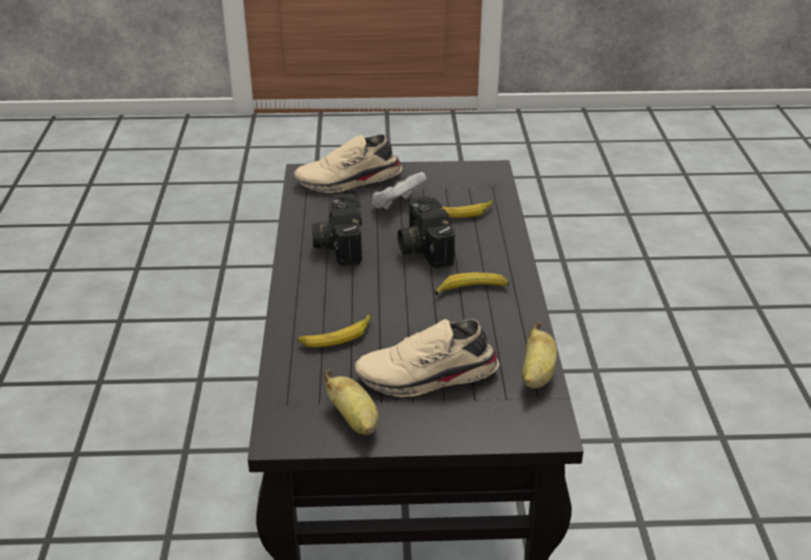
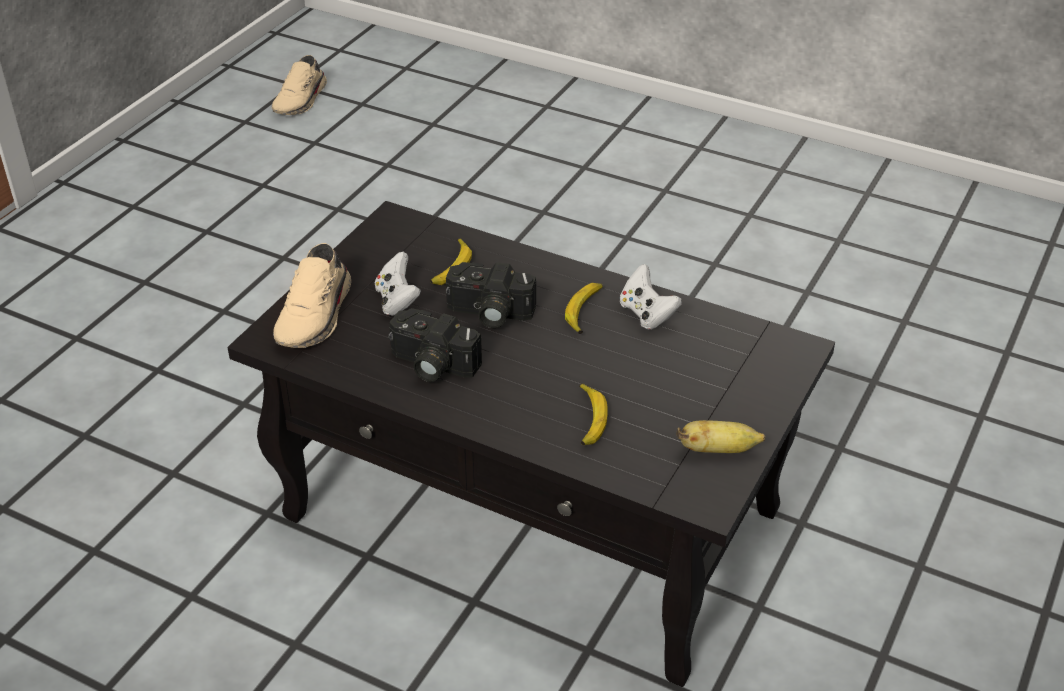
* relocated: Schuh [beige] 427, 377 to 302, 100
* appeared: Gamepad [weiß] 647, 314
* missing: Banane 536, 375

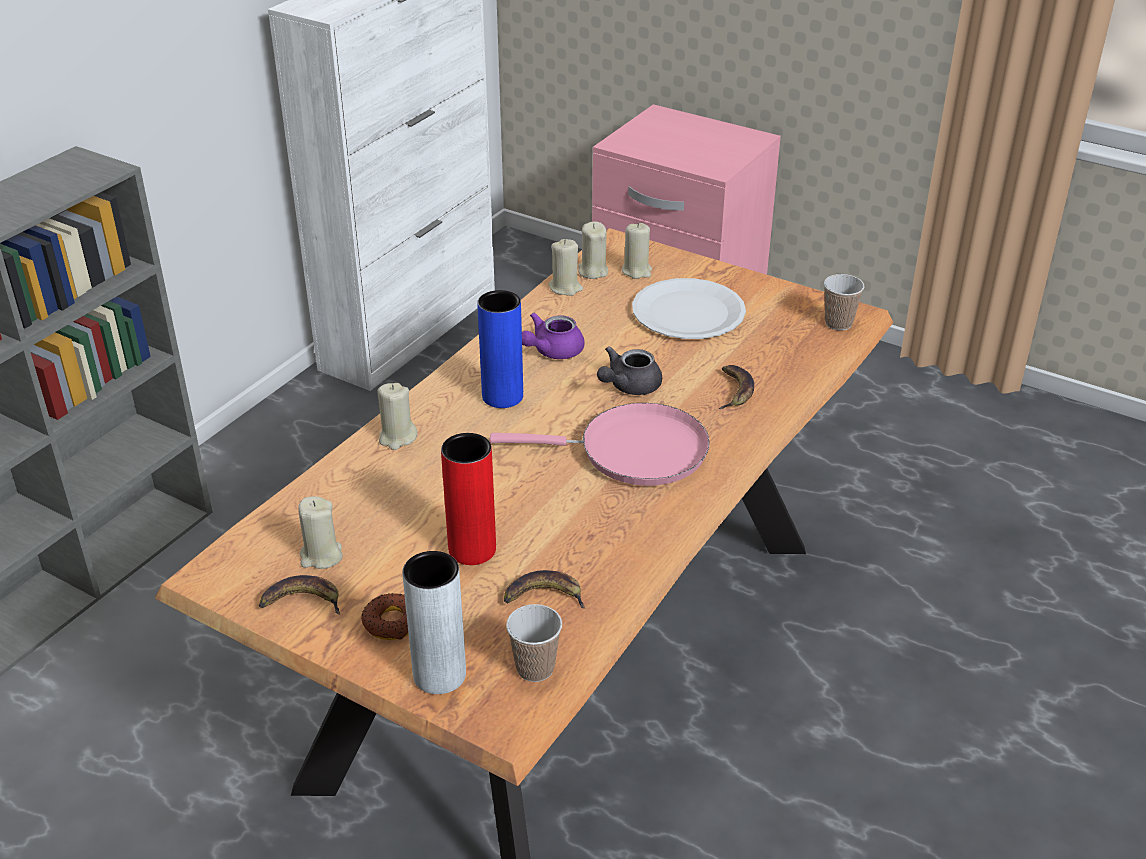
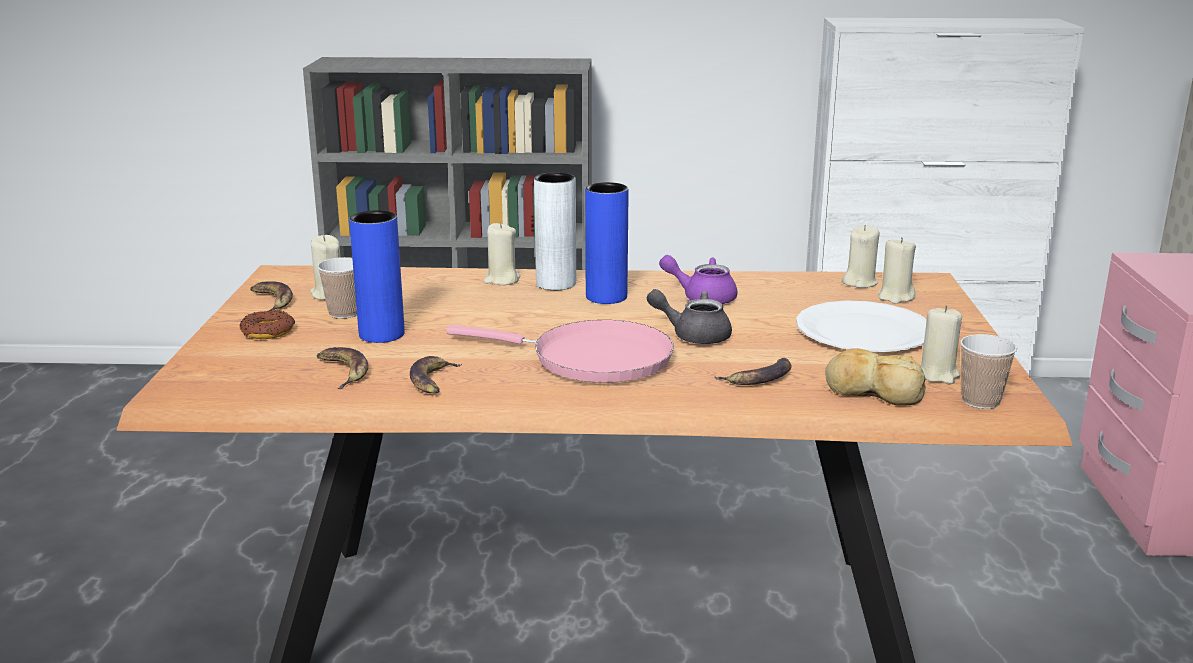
* relocated: Tasse 535, 668 to 344, 313
* colour: Vase [rot] 472, 550 to Vase [blau] 381, 334
* appeared: Banane 433, 381
* spun: Pfanne [rosa] 634, 451 = 592, 359 45 degrees counterclockwise
* relocated: Vase [grau] 439, 675 to 556, 284
* appeared: Brot 873, 391
* relocated: Kerze [beige] 565, 288 to 938, 374

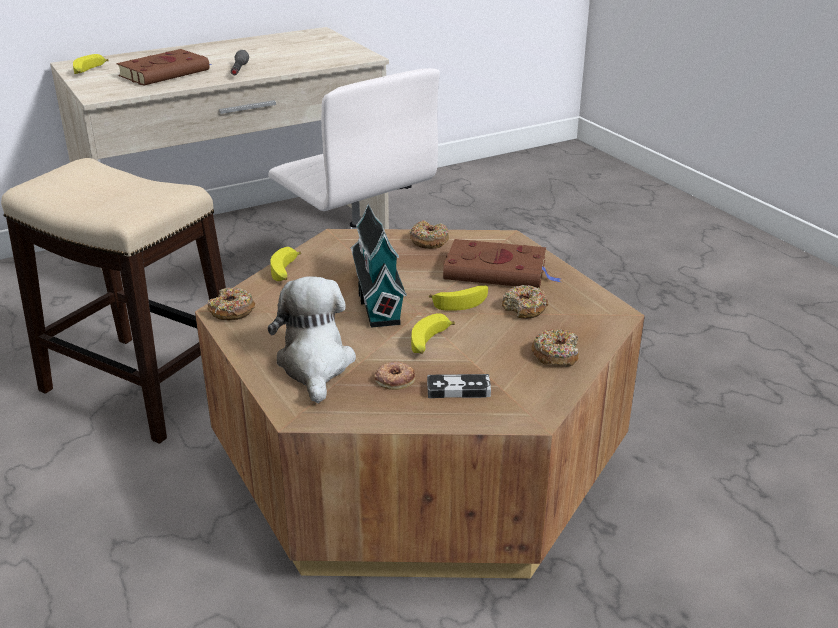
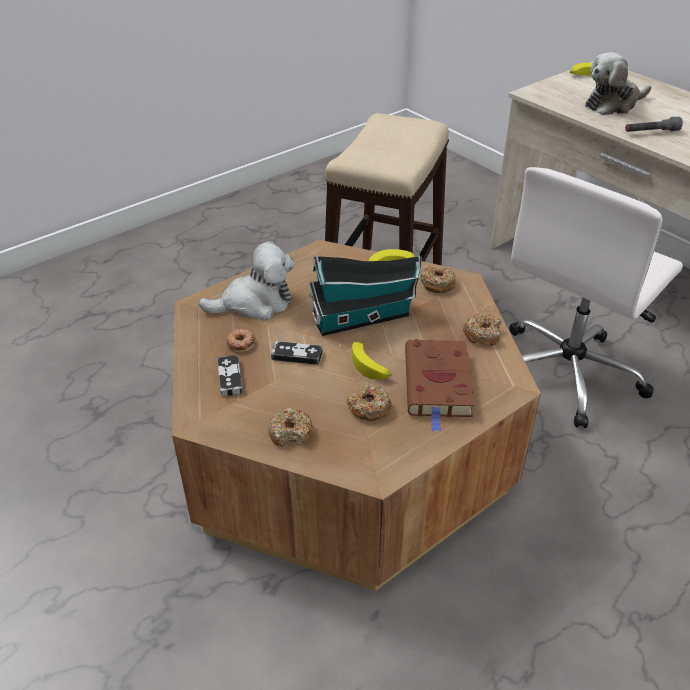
* exchanged: Banane 430, 343 to Gamepad 297, 355
* relocated: Donut 232, 311 to 437, 284
* exchanged: Buch [braun] 166, 73 to Plüschtier 613, 104

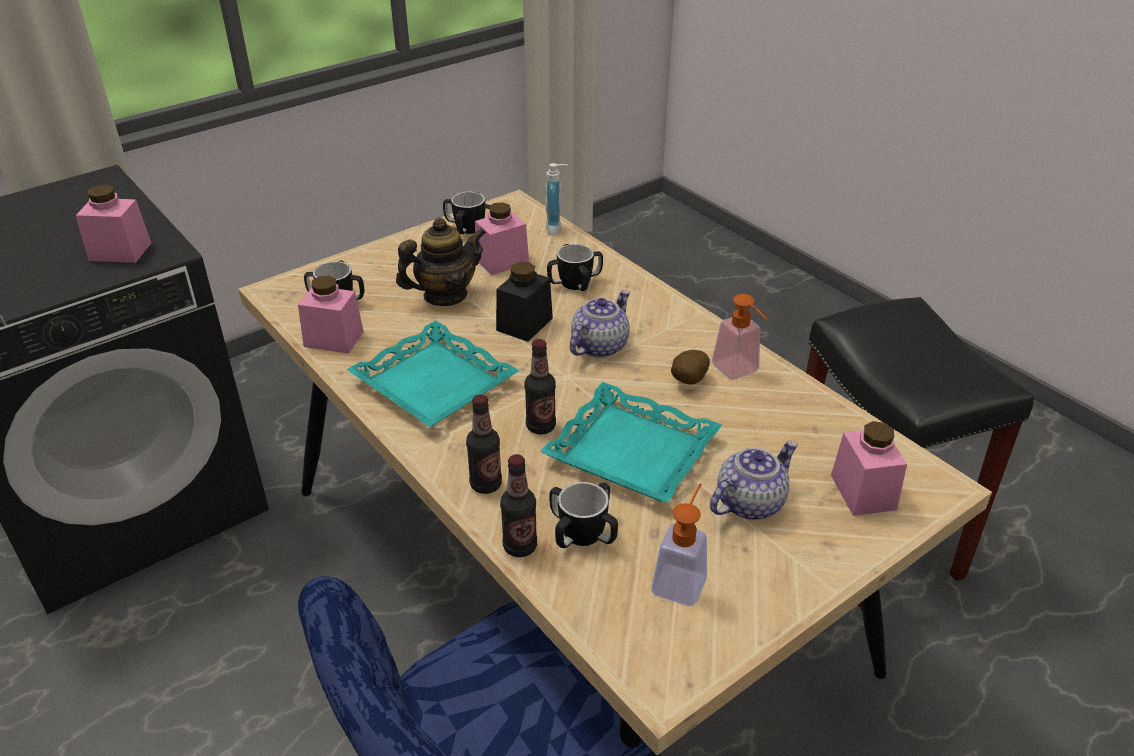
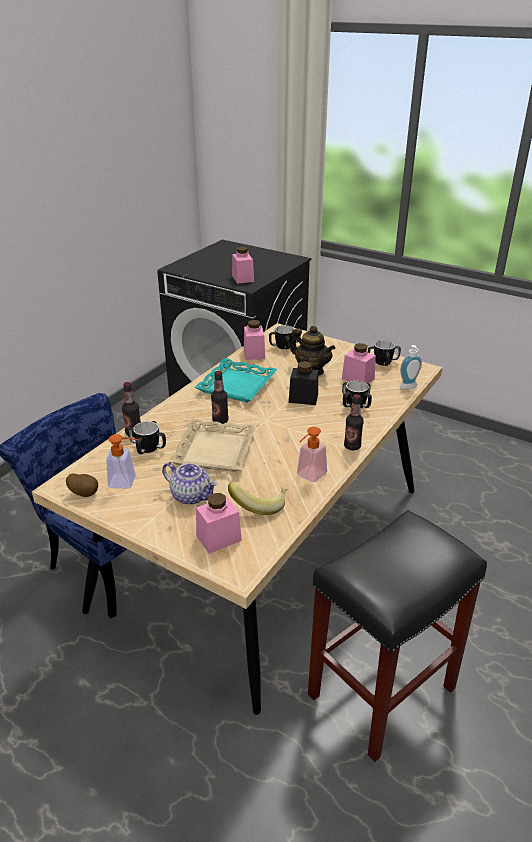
* relocated: Kartoffel 687, 381 to 85, 493
* colour: Tablett [türkis] 630, 452 to Tablett [beige] 214, 451
* appeared: Banane 259, 505
* relocated: Flasche 486, 484 to 352, 446
* missing: Teekanne 599, 345

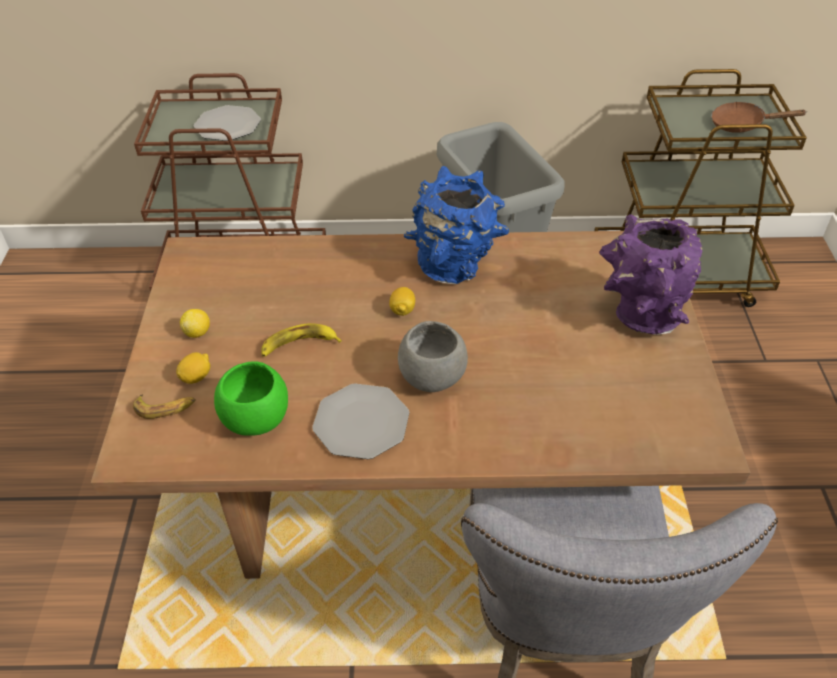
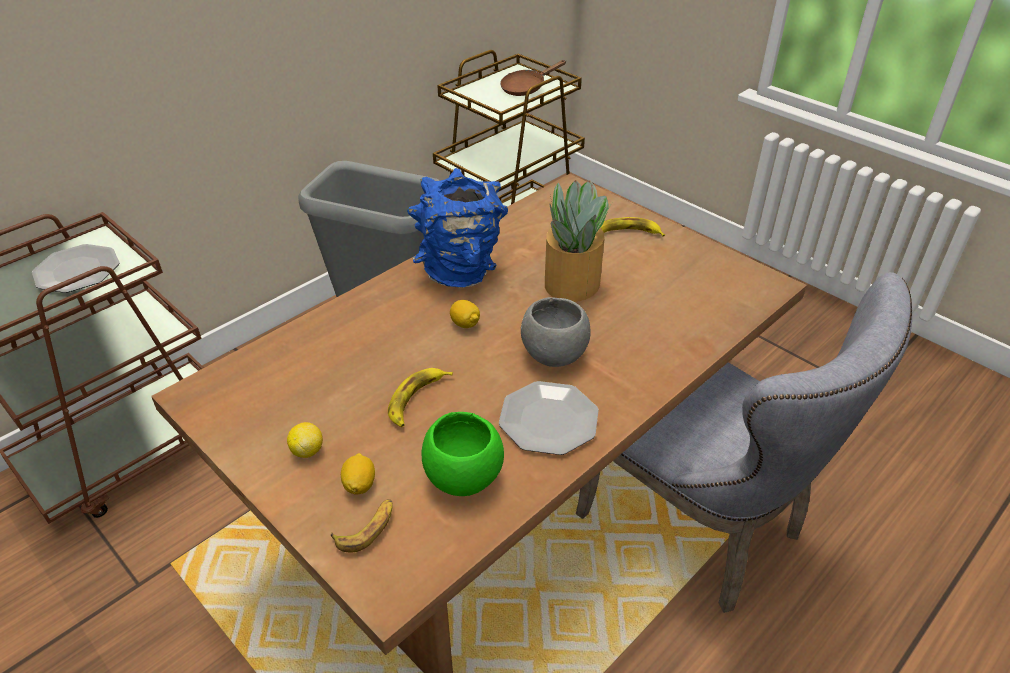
* appeared: Topfpflanze 571, 284
* exchanged: Vase [lila] 639, 315 to Banane 627, 233

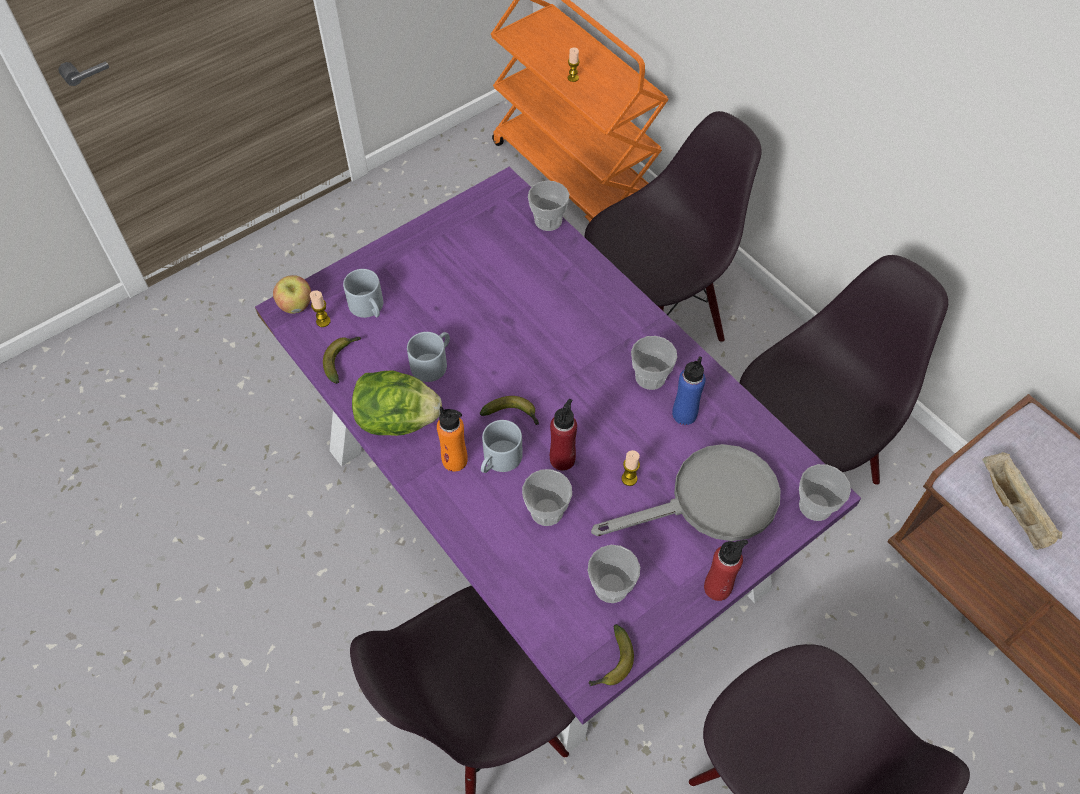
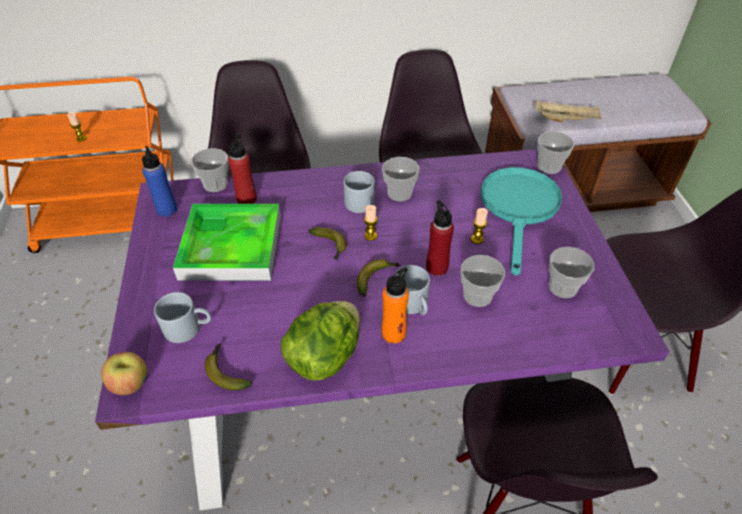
* relocated: Flasche [blau] 684, 414 to 167, 210
* appeared: Tablett 231, 246
* relocated: Flasche [rot] 717, 588 to 246, 199
* relocated: Banane 611, 663 to 330, 246
* relocated: Henkelbecher [grau] 432, 362 to 356, 199
* relocated: Kerze 323, 321 to 370, 236
* colour: Pfanne [grau] 710, 501 to Pfanne [türkis] 519, 209

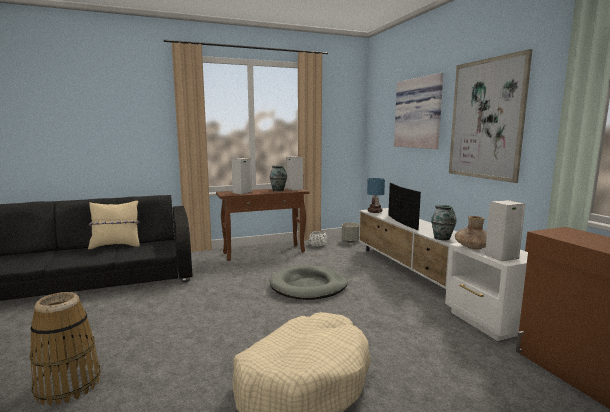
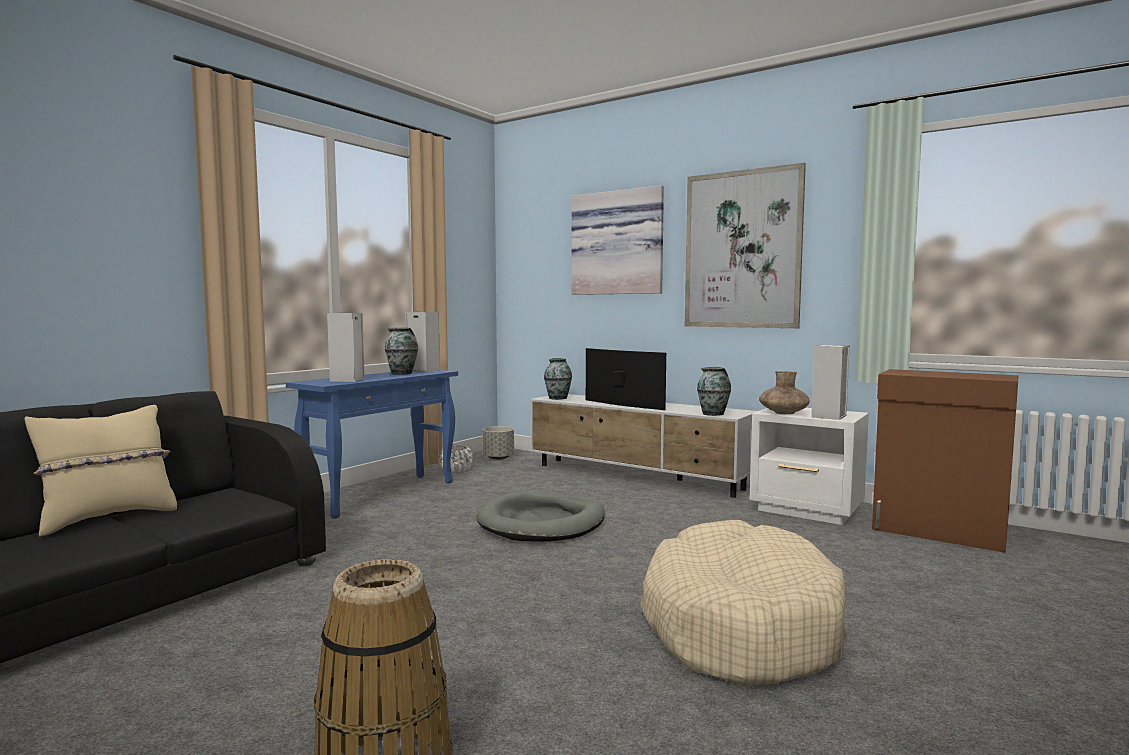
* colour: Konsolentisch [braun] 264, 252 to Konsolentisch [blau] 383, 495
* exchanged: Tischlampe 375, 212 to Vase 558, 398

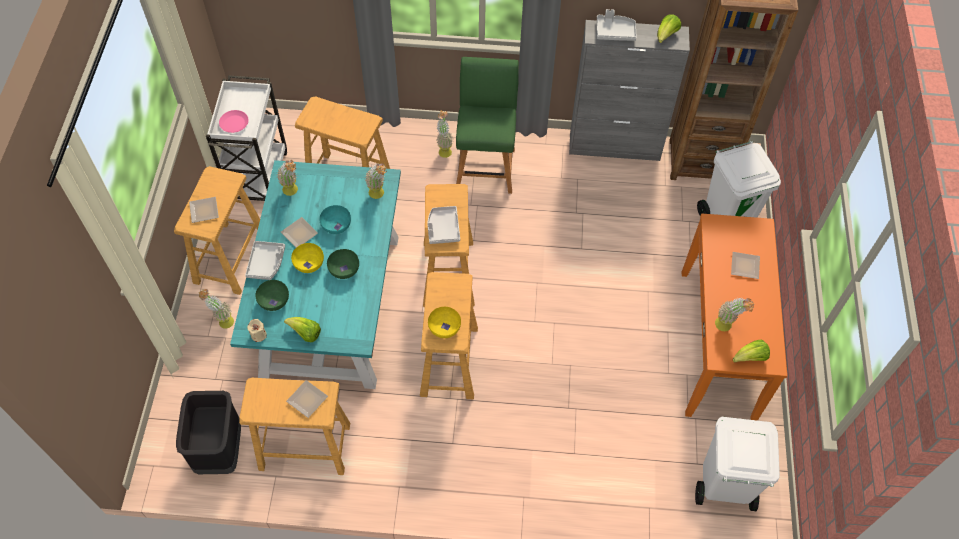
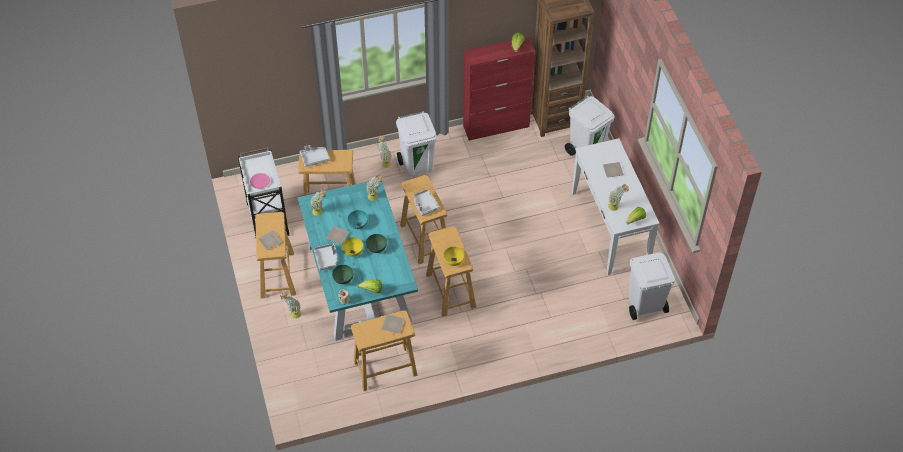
* relocated: Tablett [grau] 615, 32 to 314, 158
* exchanged: Stuhl [grün] 485, 166 to Mülleimer [weiß] 417, 165
* colour: Schrank [grau] 615, 146 to Schrank [rot] 496, 126
* colour: Konsolentisch [orange] 718, 343 to Konsolentisch [weiß] 610, 227
* missing: Mülleimer [schwarz] 221, 451

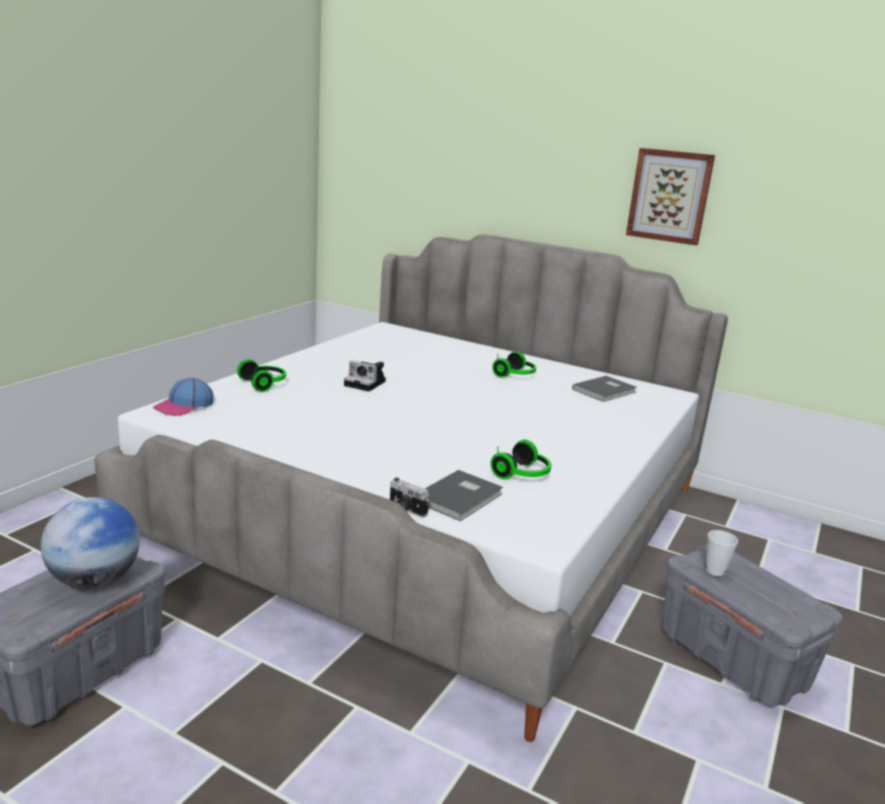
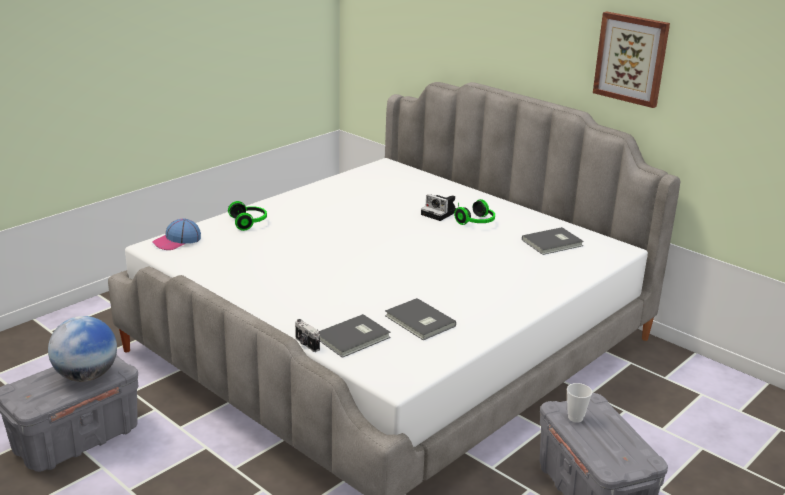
* exchanged: Kopfhörer 523, 475 to Buch [grau] 419, 322
* relocated: Kamera 366, 383 to 440, 213

